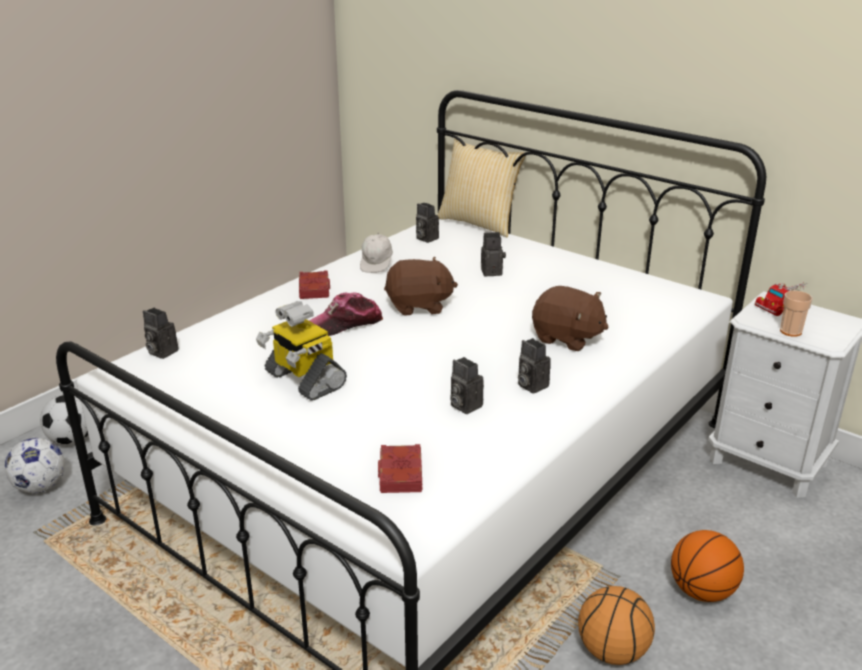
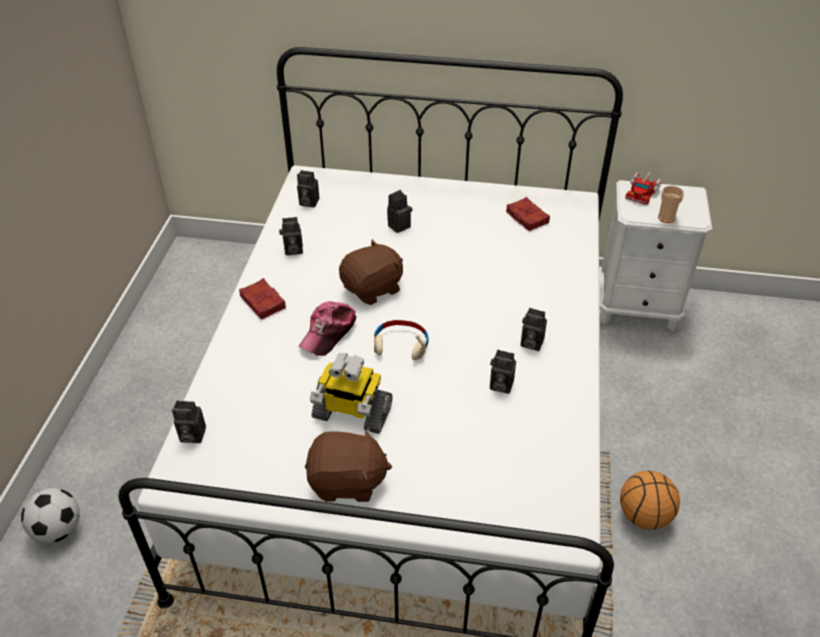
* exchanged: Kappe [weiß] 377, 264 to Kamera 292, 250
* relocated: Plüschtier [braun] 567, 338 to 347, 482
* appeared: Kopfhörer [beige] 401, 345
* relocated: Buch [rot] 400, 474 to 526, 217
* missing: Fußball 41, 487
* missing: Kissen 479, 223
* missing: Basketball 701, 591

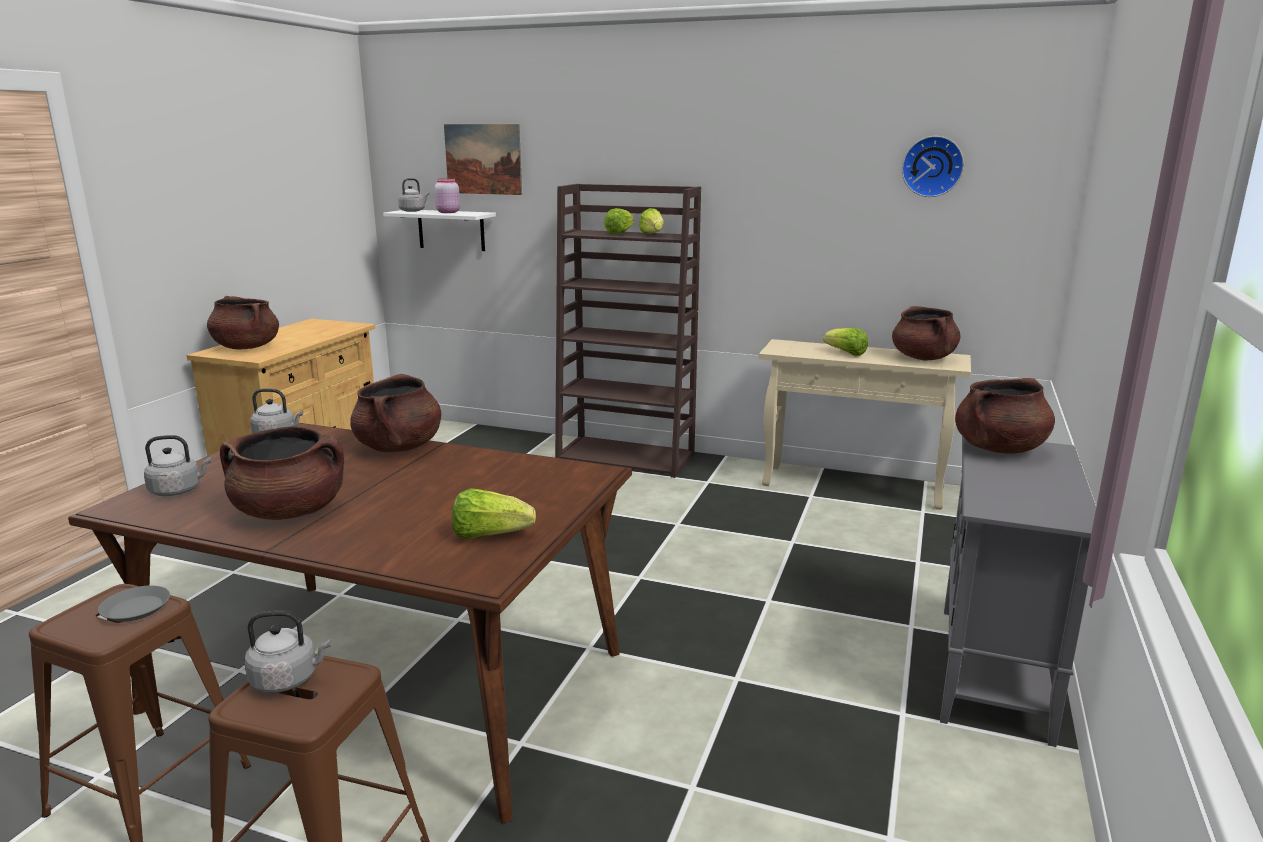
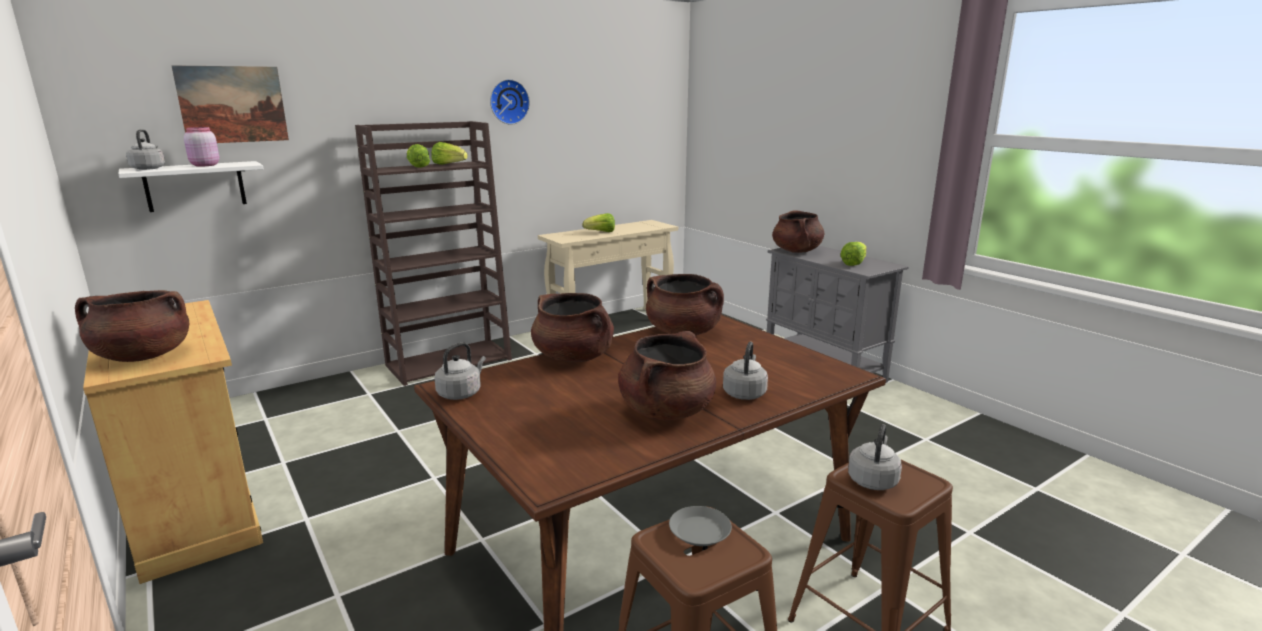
* relocated: Wanduhr 932, 166 to 508, 102
* relocated: Kochtopf [braun] 923, 358 to 683, 332
* relocated: Wasserkessel [grau] 178, 491 to 744, 393
* relocated: Salatkopf 489, 535 to 853, 263

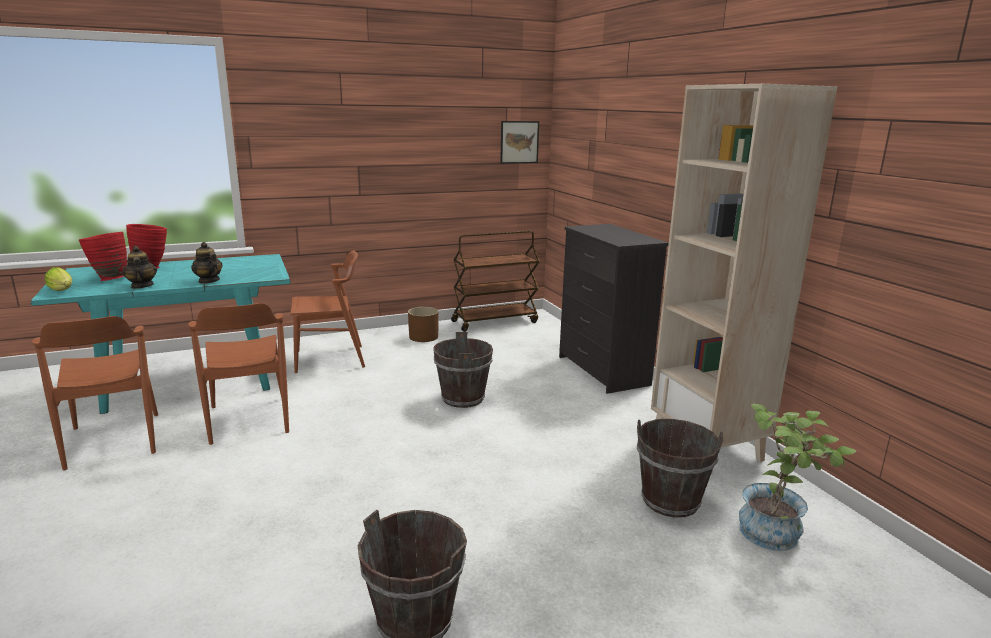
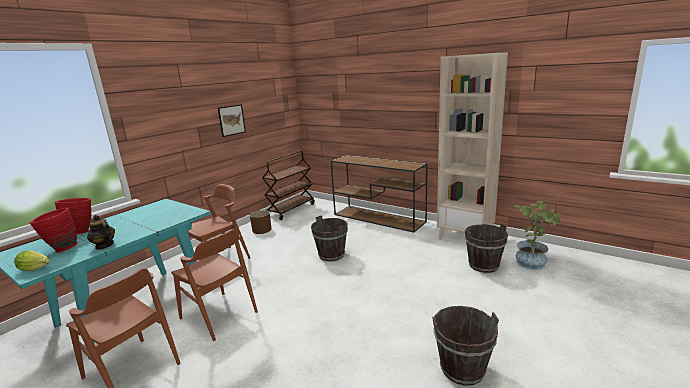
* relocated: Bild 519, 142 to 231, 120
* exchanged: Kommode [schwarz] 603, 371 to Konsolentisch [braun] 379, 218
* missing: Teekanne 208, 281

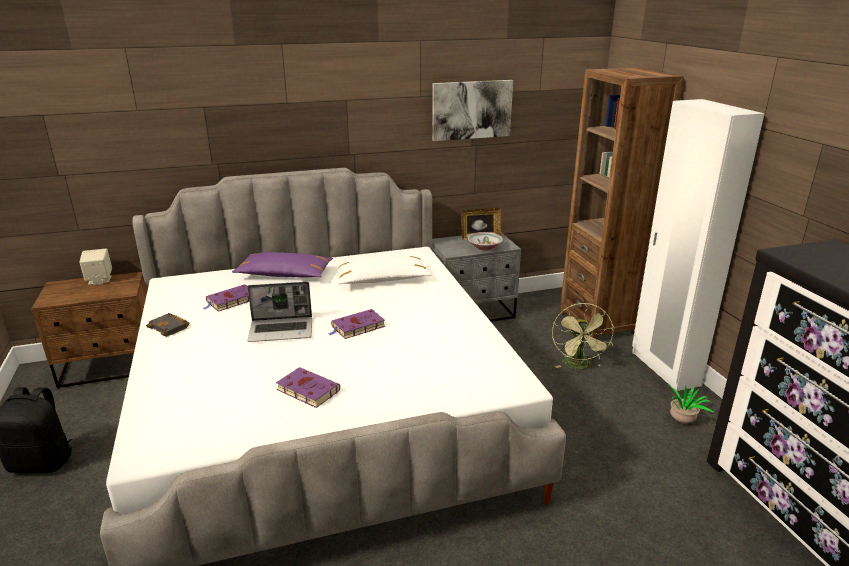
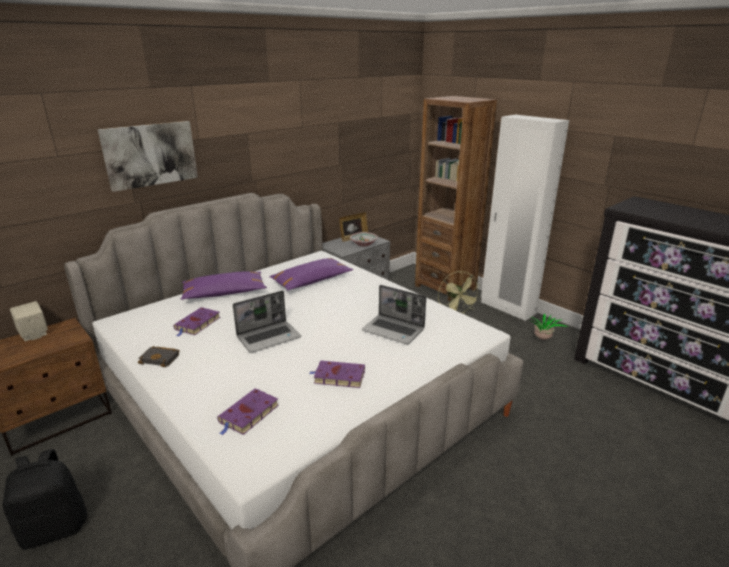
* relocated: Bild 471, 110 to 150, 154
* relocated: Buch [lila] 357, 327 to 248, 415
* colour: Kissen [weiß] 382, 279 to Kissen [lila] 311, 281
* appeared: Laptop 394, 330

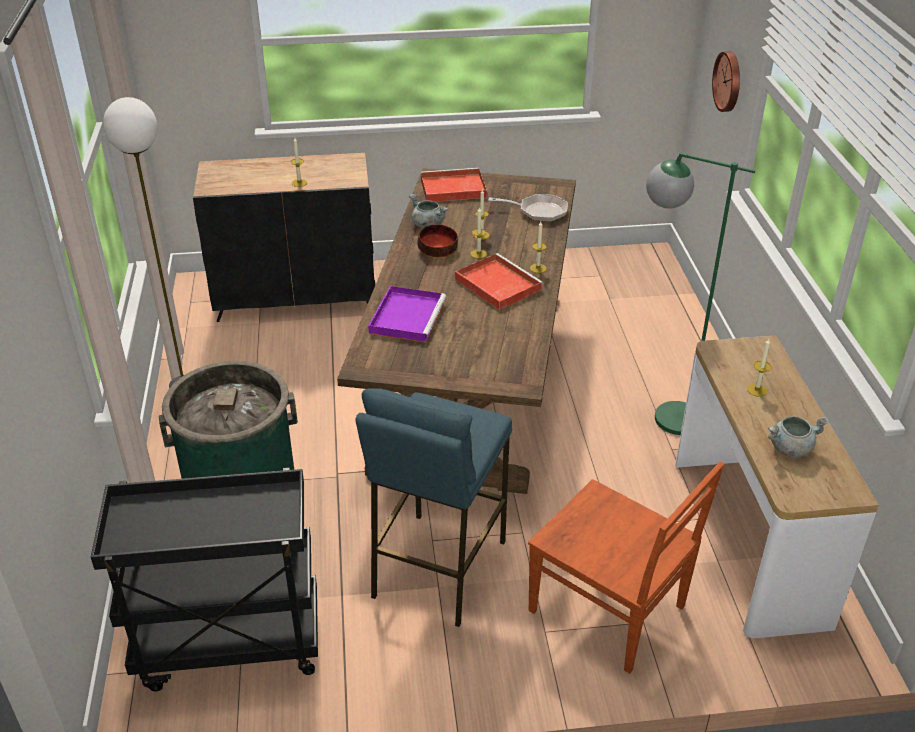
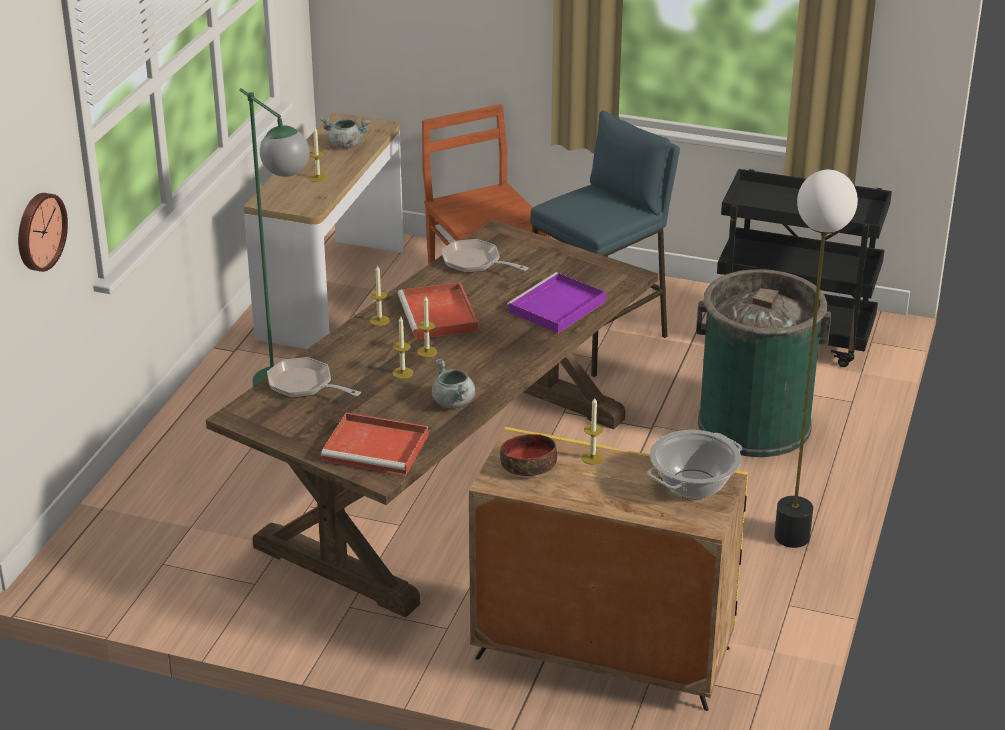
* appeared: Pfanne 475, 263
* colour: Schrank [schwarz] 297, 298 to Schrank [gelb] 601, 653
* relocated: Schüssel 437, 249 to 529, 465
* appeared: Kochtopf 693, 485

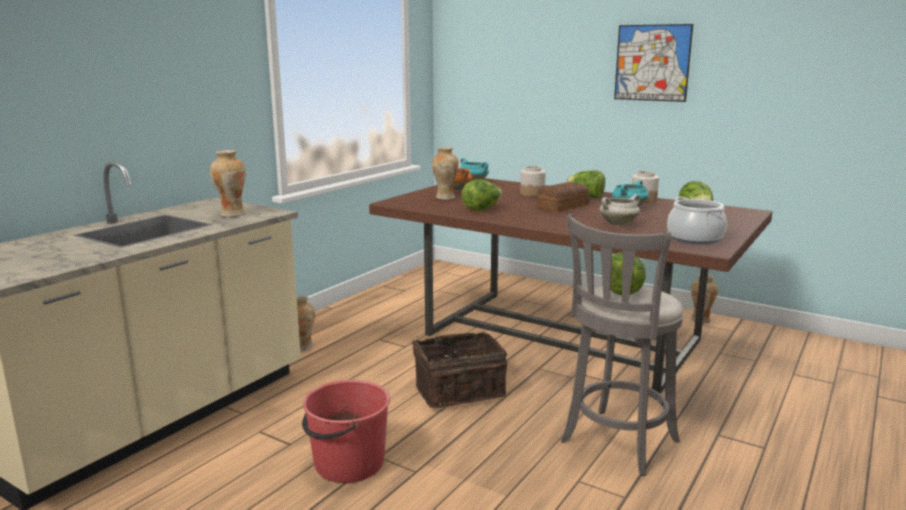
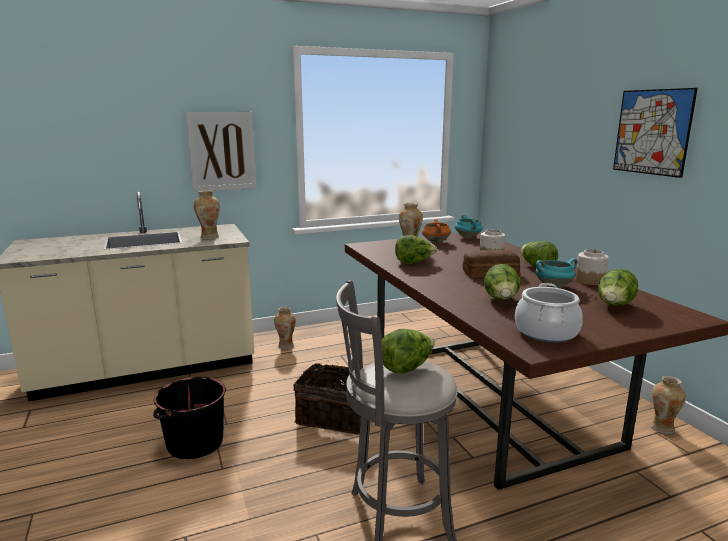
* colour: Eimer [rot] 348, 464 to Eimer [schwarz] 194, 443
* appeared: Bild 222, 151
* exchanged: Kochtopf [weiß] 618, 224 to Salatkopf 501, 300

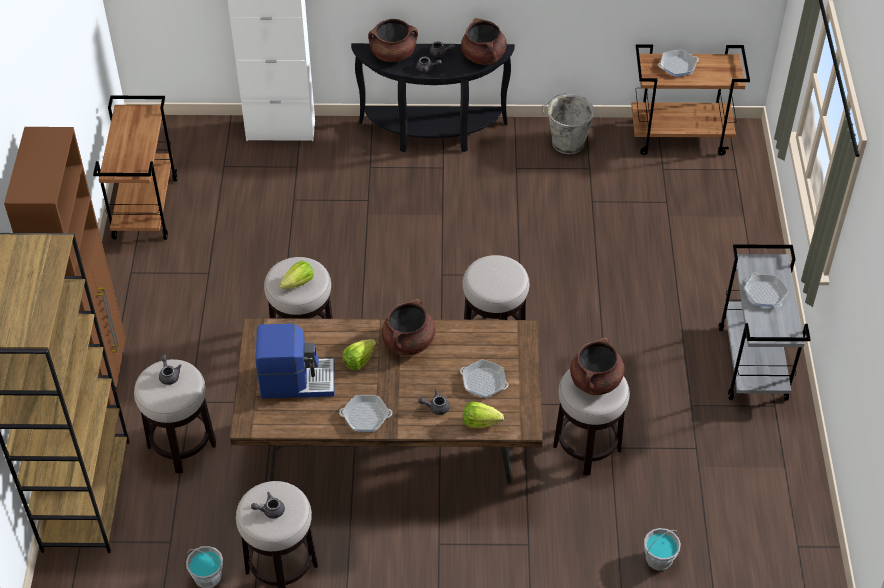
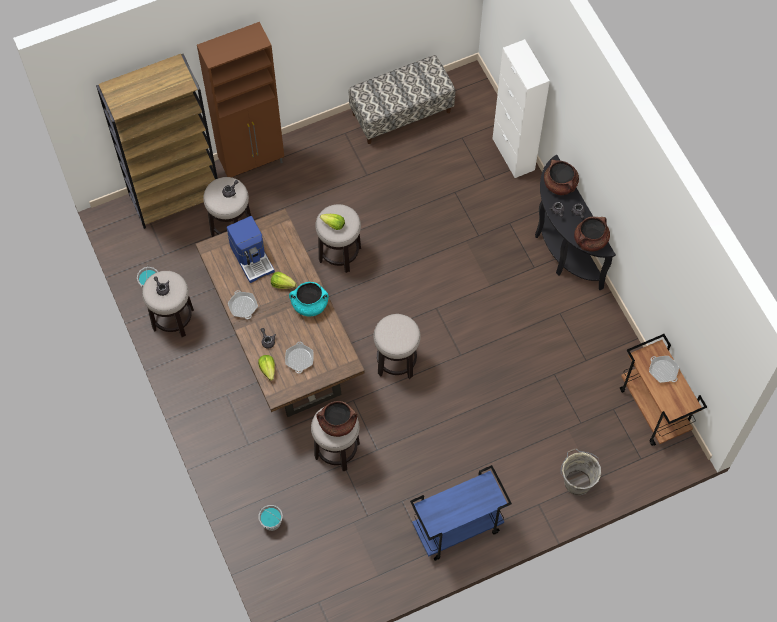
* colour: Kochtopf [braun] 408, 342 to Kochtopf [türkis] 310, 305
* exchanged: Rollwagen [braun] 145, 208 to Bank 401, 112
* colour: Rollwagen [grau] 753, 364 to Rollwagen [blau] 456, 529
* relocated: Eimer [grau] 566, 143 to 577, 481
* missing: Pfanne 765, 293

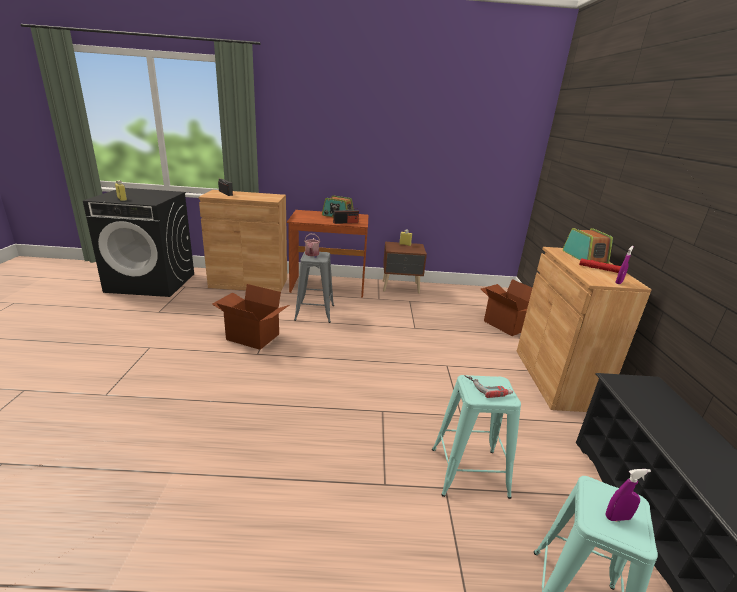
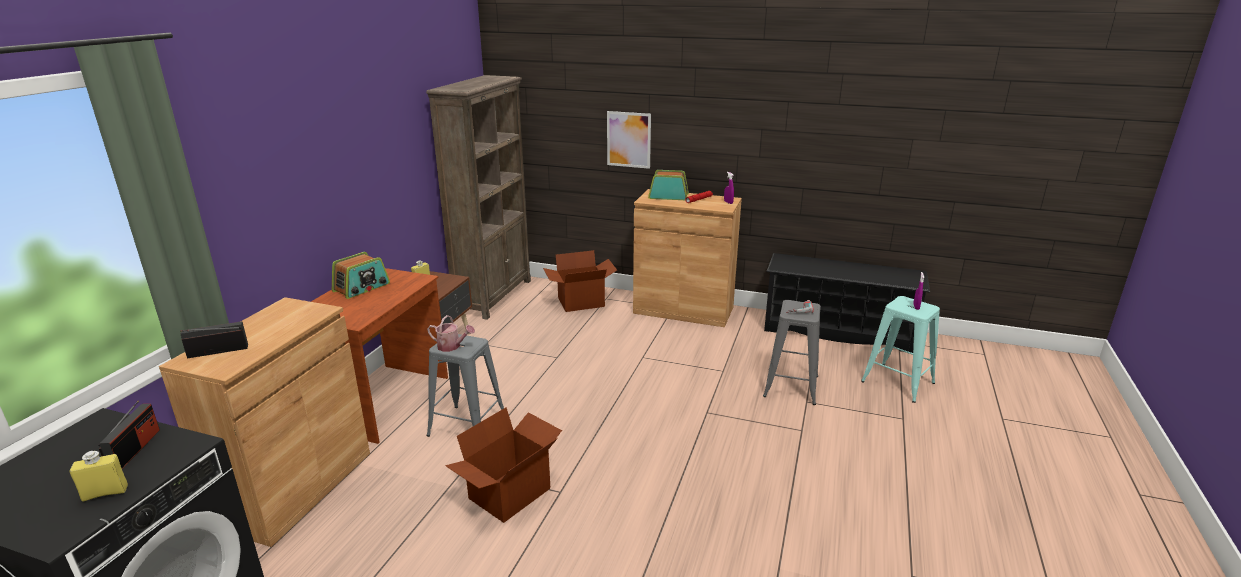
* relocated: Radio 345, 222 to 135, 449
* appeared: Bücherregal [braun] 494, 296
* appeared: Bild 628, 139
* colour: Hocker [türkis] 469, 472 to Hocker [grau] 791, 386

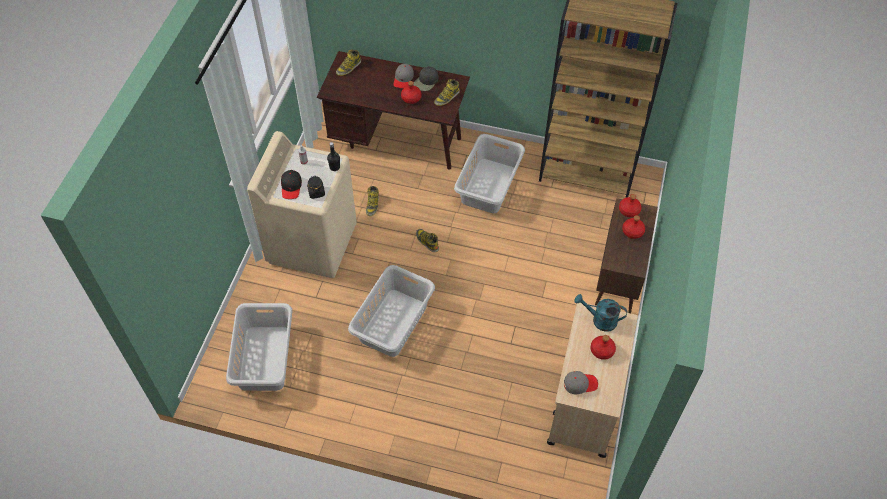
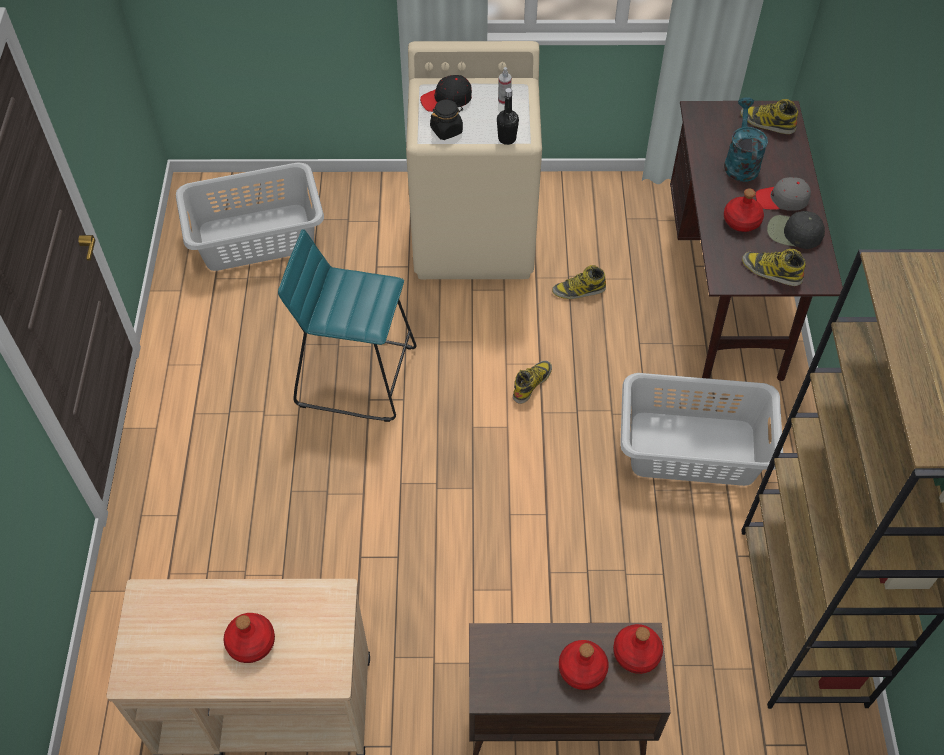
* exchanged: Wäschekorb [grau] 392, 323 to Hocker [türkis] 356, 375
* relocated: Gießkanne [türkis] 600, 320 to 740, 162
* missing: Kappe [grau] 580, 384

